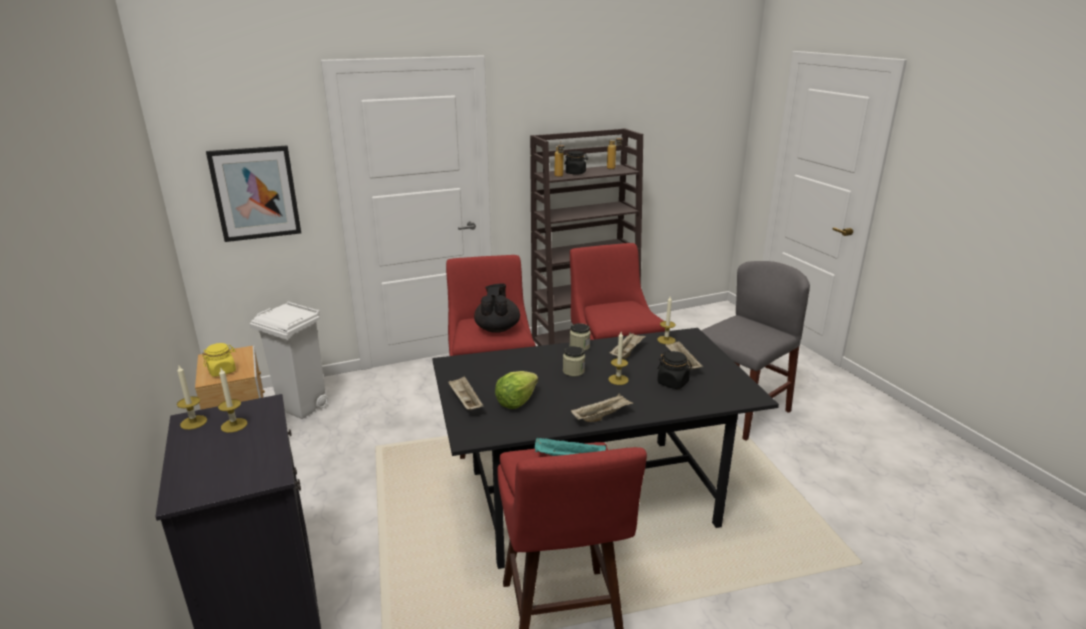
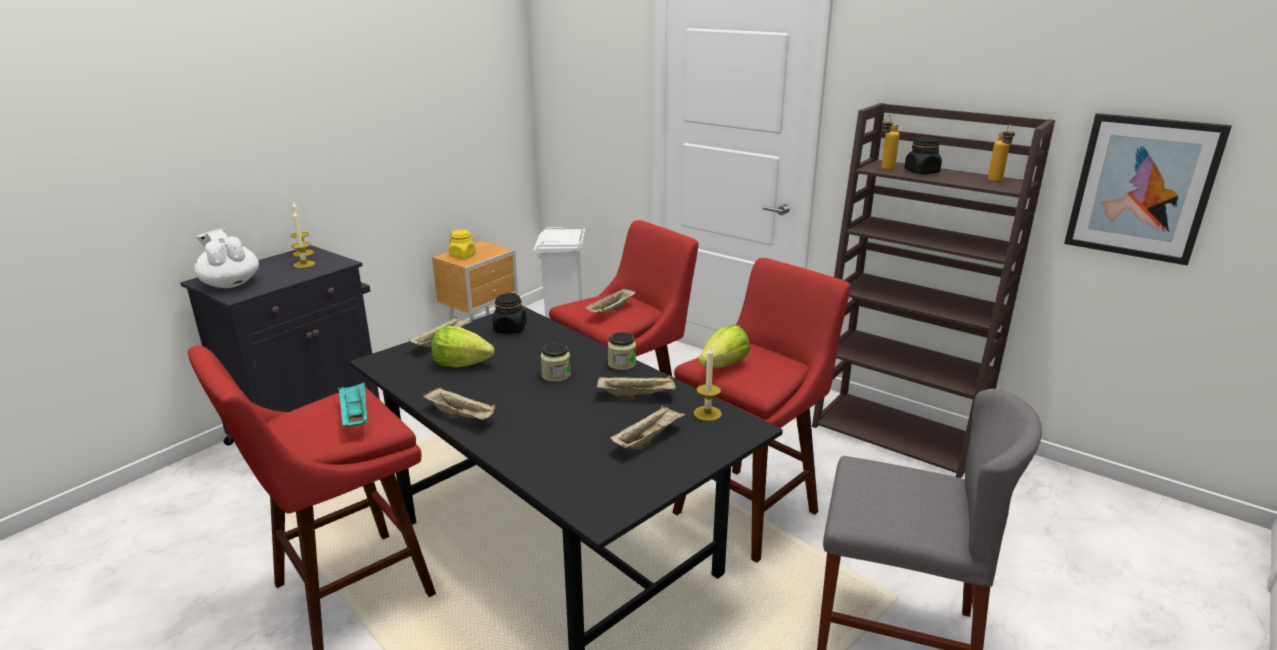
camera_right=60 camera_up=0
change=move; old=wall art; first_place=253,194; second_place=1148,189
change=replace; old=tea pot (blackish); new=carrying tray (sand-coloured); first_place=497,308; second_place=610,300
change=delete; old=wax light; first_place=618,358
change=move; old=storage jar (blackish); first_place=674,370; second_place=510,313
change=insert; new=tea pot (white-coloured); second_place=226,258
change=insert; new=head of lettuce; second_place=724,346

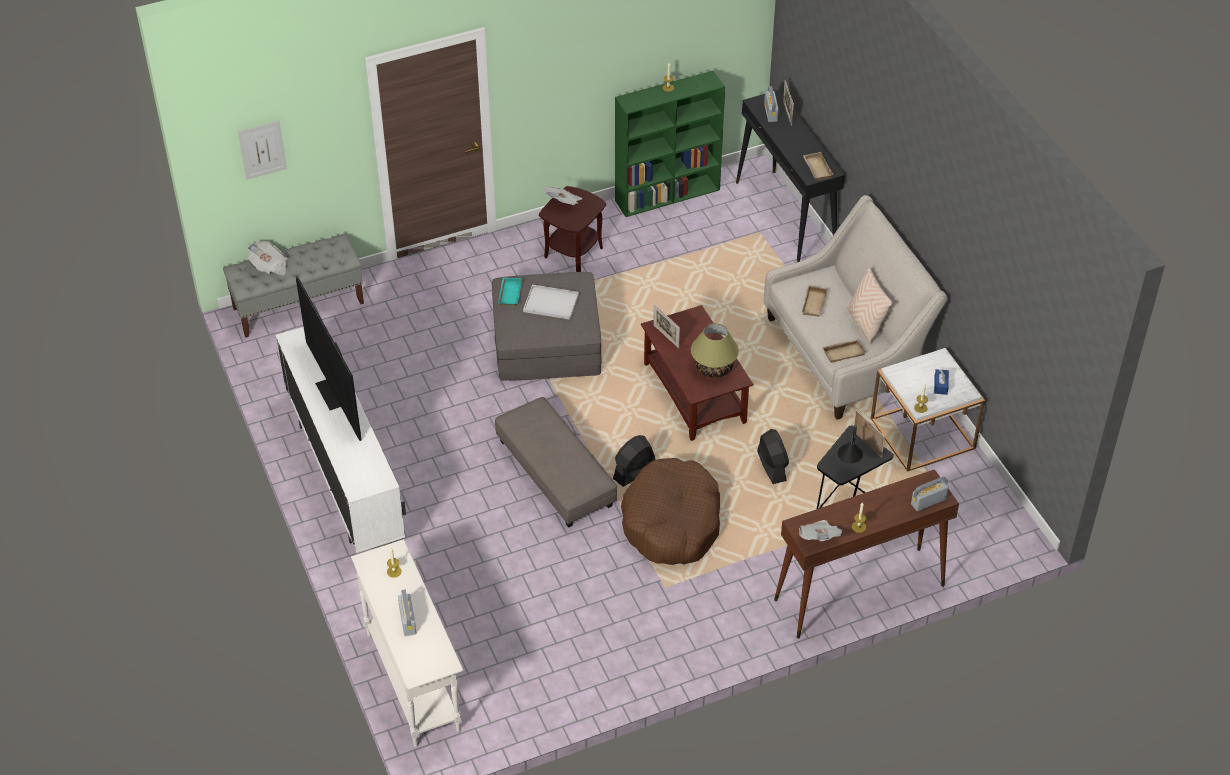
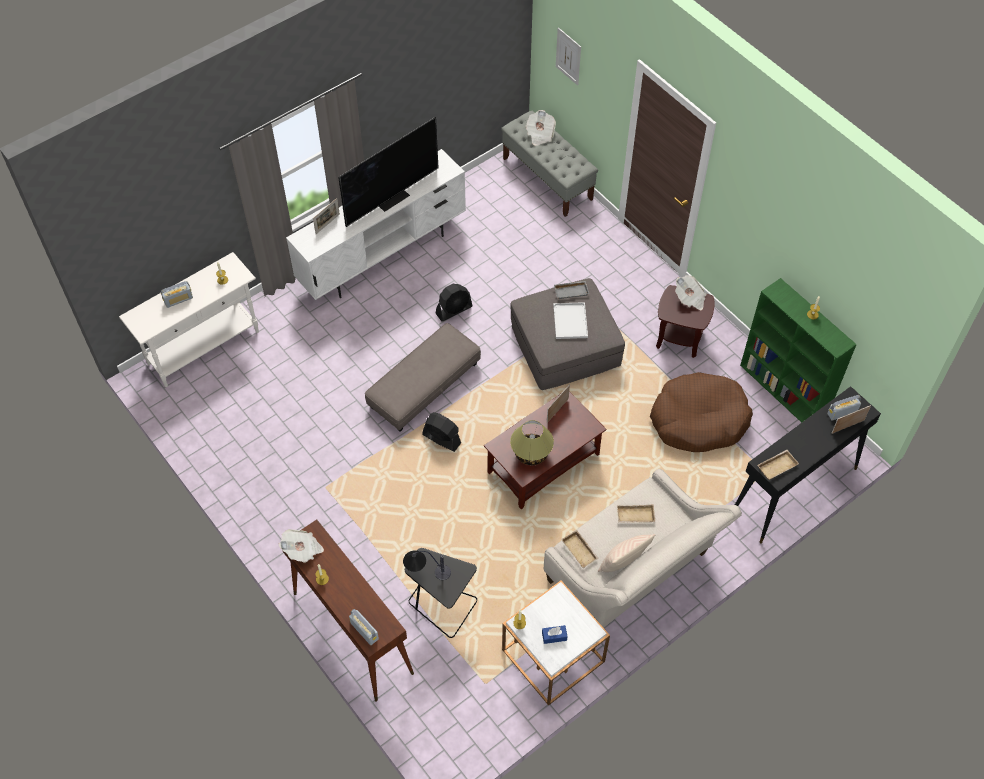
camera_right=75 camera_up=10
change=recolor; old=carrying tray (turquoise); new=carrying tray (gray); first_place=510,292; second_place=571,290
change=move; old=dog bed (brownish); first_place=670,511; second_place=701,412
change=move; old=fan (blackish); first_place=773,456; second_place=454,303
change=move; old=picture frame; first_place=869,434; second_place=326,216

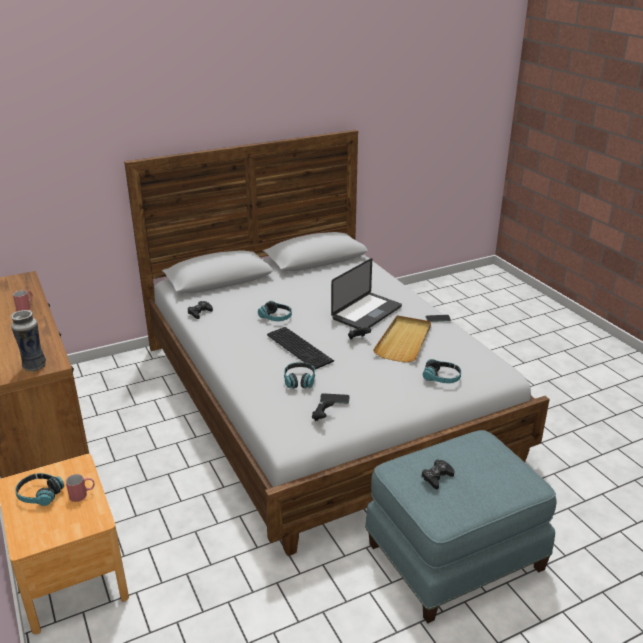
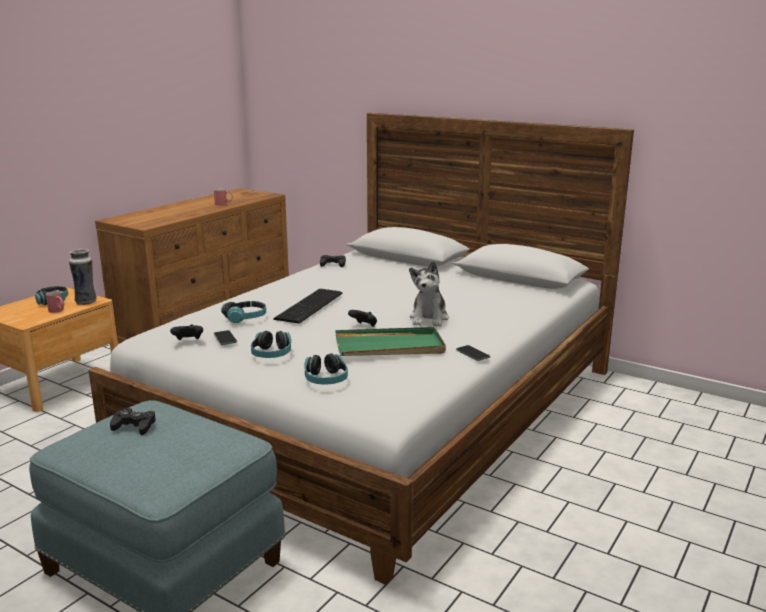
camera_right=60 camera_up=-10
change=move; old=decorative vase; first_place=28,341; second_place=83,277
change=move; old=pair of headphones; first_place=275,311; second_place=271,344
change=replace; old=notebook computer; new=cuddly toy; first_place=366,293; second_place=429,294
change=recolor; old=carrying tray (sand-coloured); new=carrying tray (green); first_place=402,338; second_place=390,341

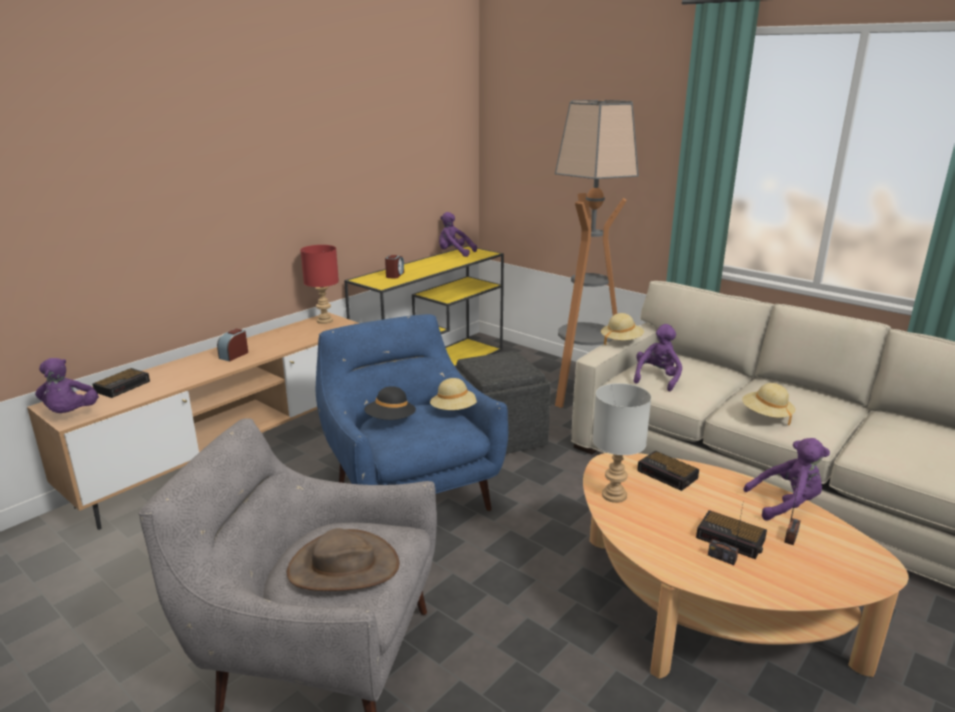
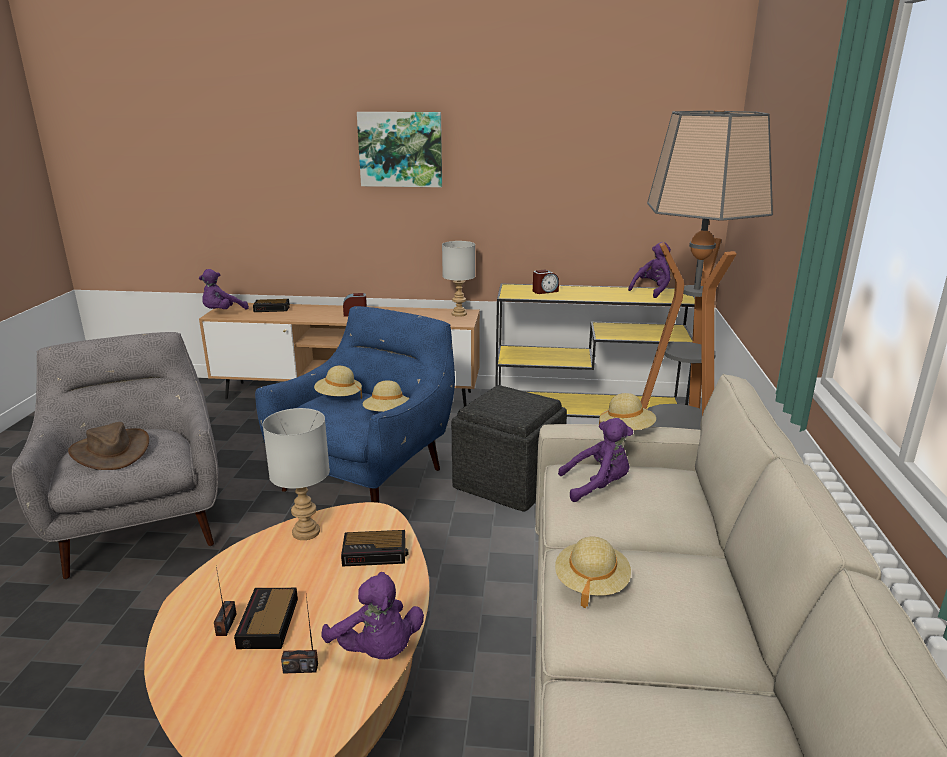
camera_right=55 camera_up=0
change=recolor; old=tabletop lamp (red); new=tabletop lamp (gray); first_place=320,284; second_place=458,279
change=recolor; old=wearable hat (blackish); new=wearable hat (sand-coloured); first_place=390,403; second_place=338,382
change=rotate; old=cuddly toy (purple-coloured); first_place=458,234; second_place=649,270; degrees=60
change=rotate; old=bedside clock; first_place=668,471; second_place=374,548; degrees=-105
change=insert; new=wall art; second_place=399,149

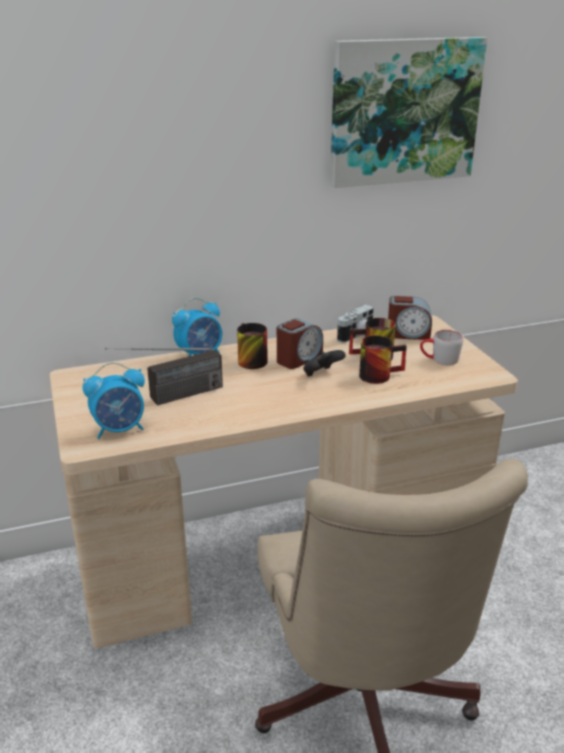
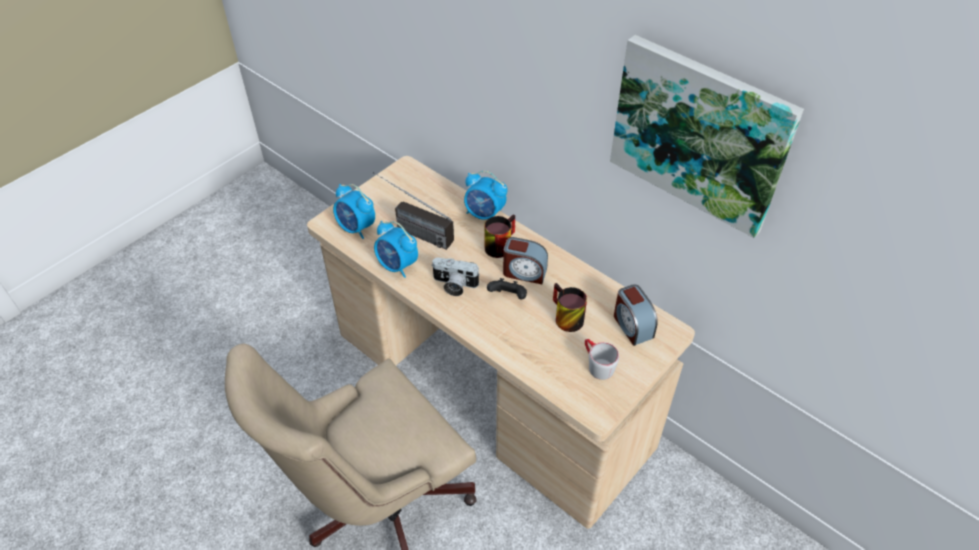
camera_right=60 camera_up=20
change=move; old=photo camera; first_place=355,324; second_place=455,276
change=delete; old=mug; first_place=383,360
change=insert; new=bedside clock; second_place=396,249

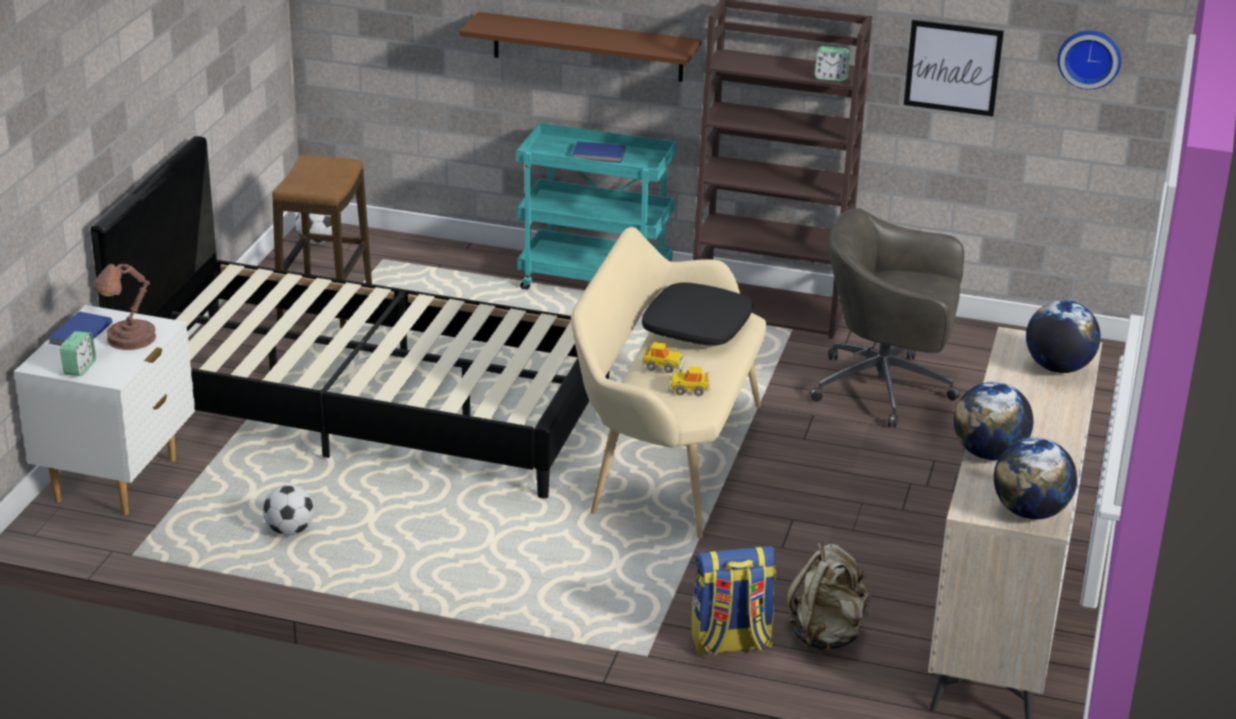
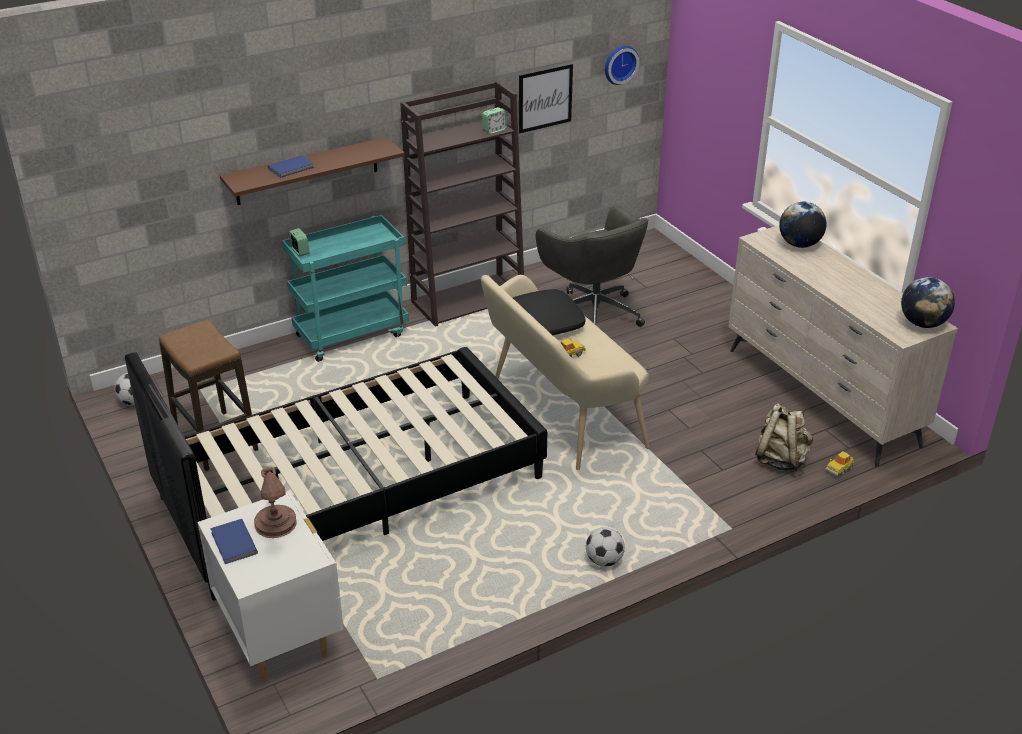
camera_right=-45 camera_up=5
change=move; old=bedside clock; first_place=78,353; second_place=299,242
change=move; old=football ball; first_place=288,509; second_place=605,547
change=move; old=book (bluish); first_place=599,152; second_place=291,166
change=move; old=toy car; first_place=689,381; second_place=839,463
change=delete; old=knapsack; first_place=734,600
change=rotate; old=desk chair (gray); first_place=887,317; second_place=592,266; degrees=-90
change=delete; old=globe; first_place=993,421

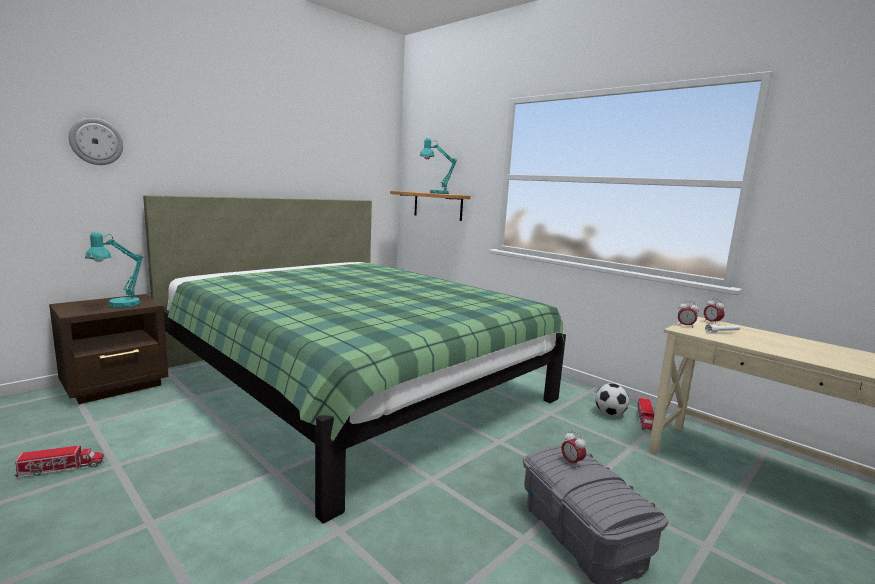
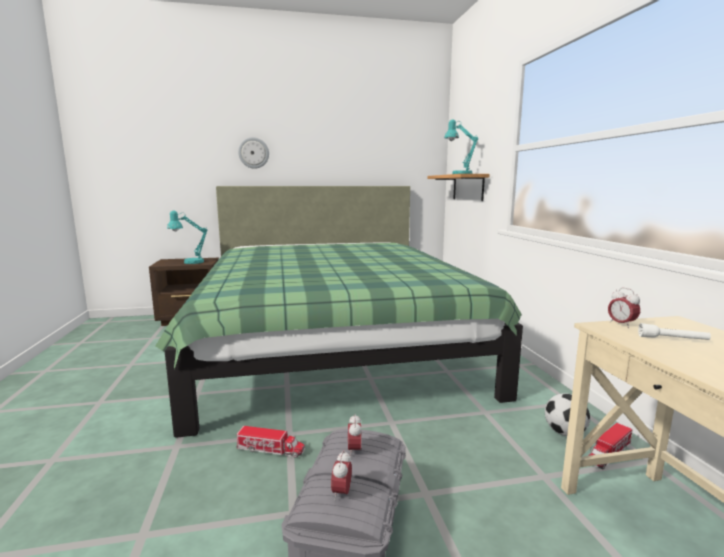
camera_right=35 camera_up=0
change=move; old=toy truck; first_place=59,461; second_place=270,442
change=move; old=wall clock; first_place=96,141; second_place=253,153
change=move; old=bedside clock; first_place=714,310; second_place=341,475

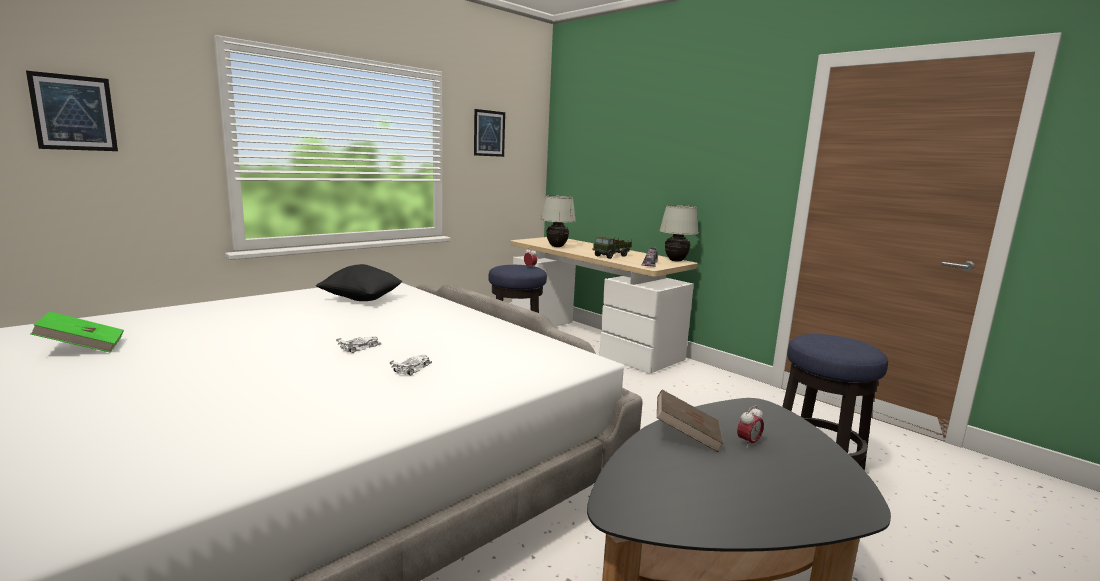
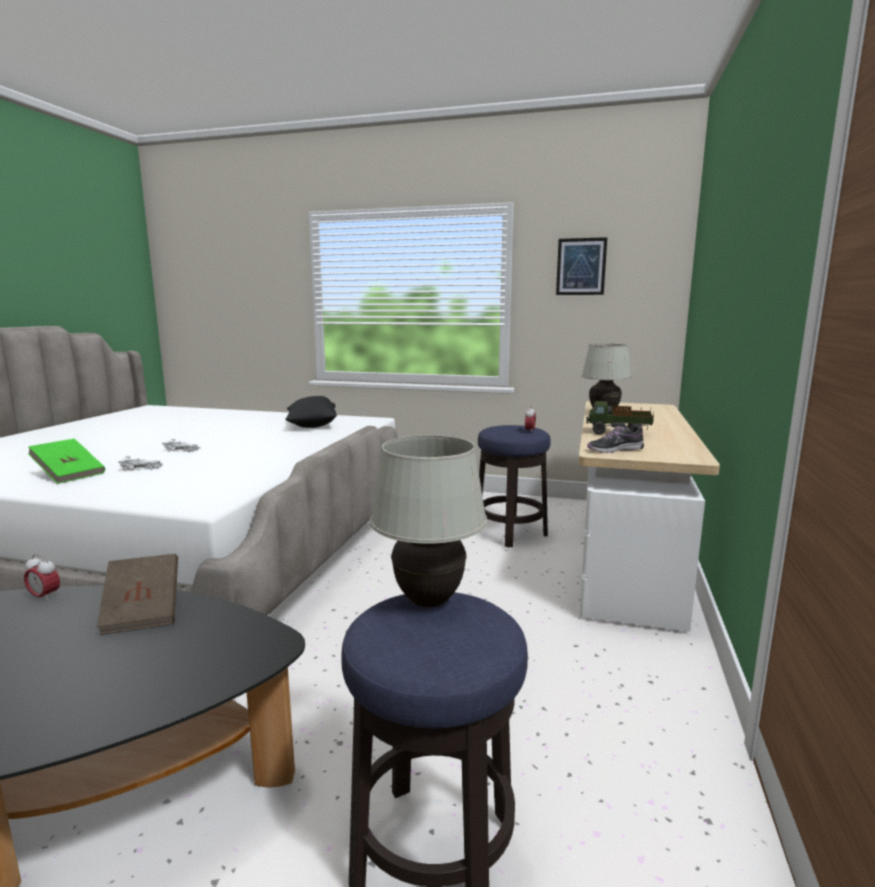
camera_right=60 camera_up=0
change=delete; old=wall art; first_place=72,111
change=move; old=book (green); first_place=77,332; second_place=66,461
change=move; old=tabletop lamp (white-coloured); first_place=679,233; second_place=428,521
change=move; old=bedside clock; first_place=750,427; second_place=42,578

